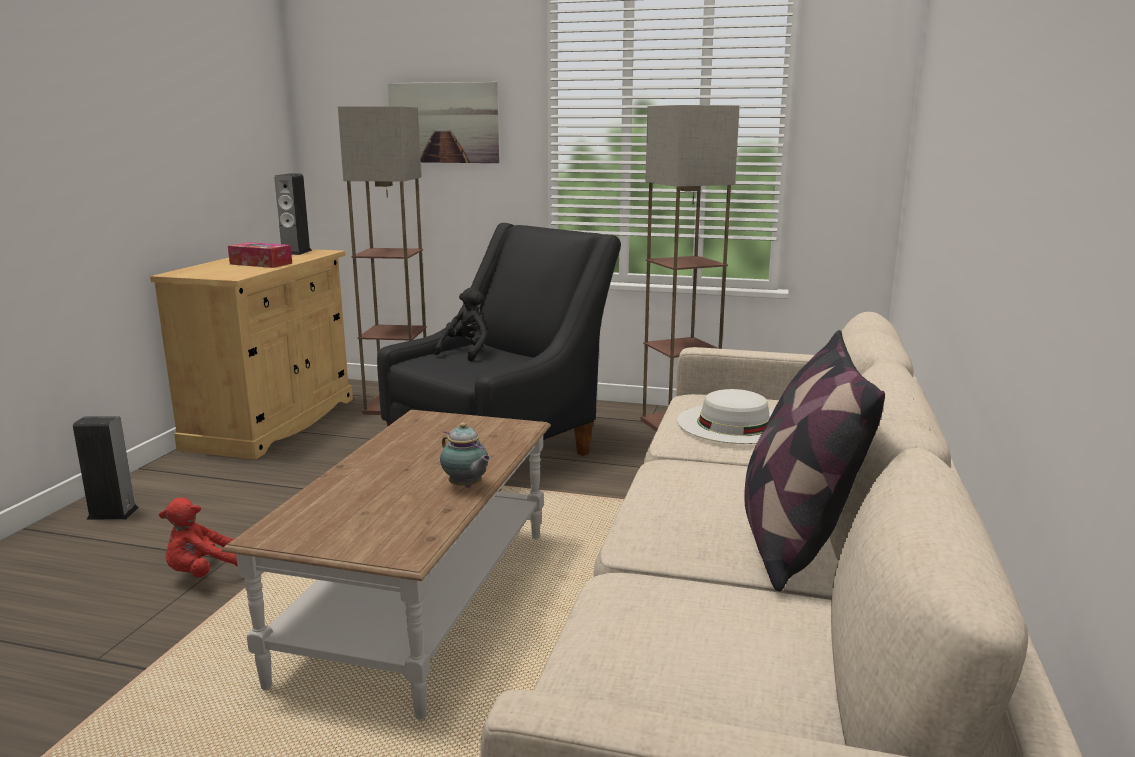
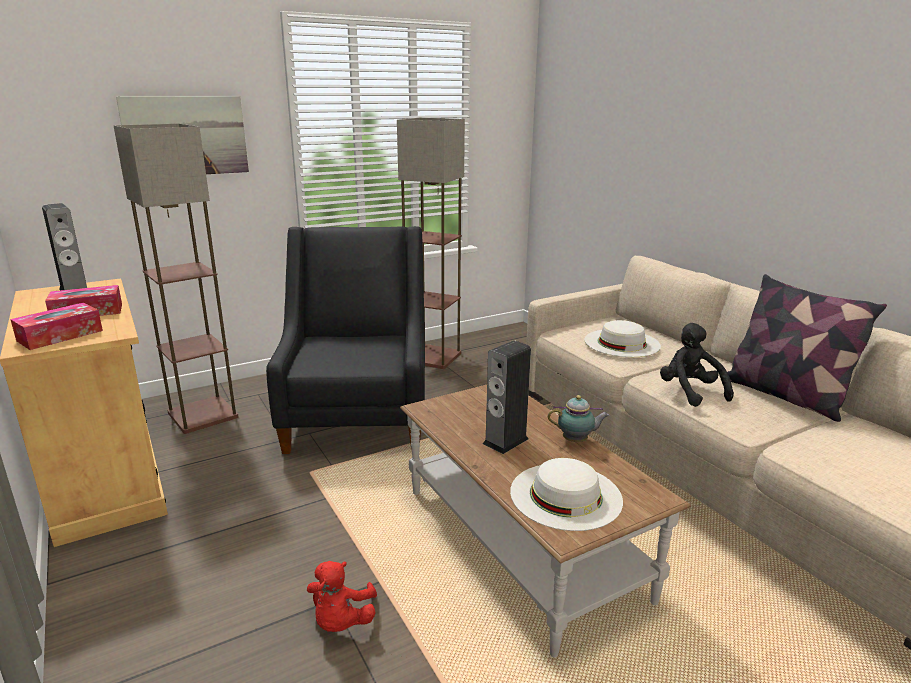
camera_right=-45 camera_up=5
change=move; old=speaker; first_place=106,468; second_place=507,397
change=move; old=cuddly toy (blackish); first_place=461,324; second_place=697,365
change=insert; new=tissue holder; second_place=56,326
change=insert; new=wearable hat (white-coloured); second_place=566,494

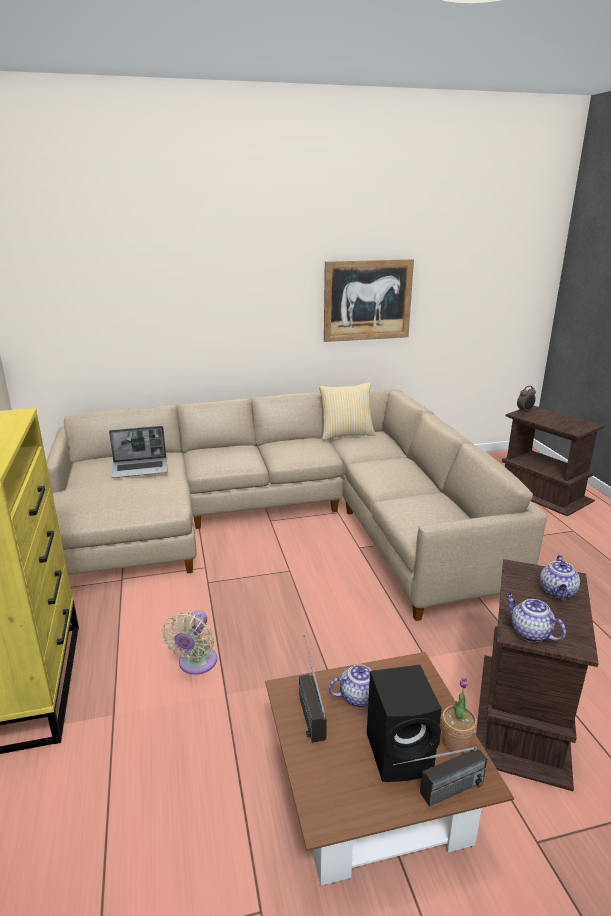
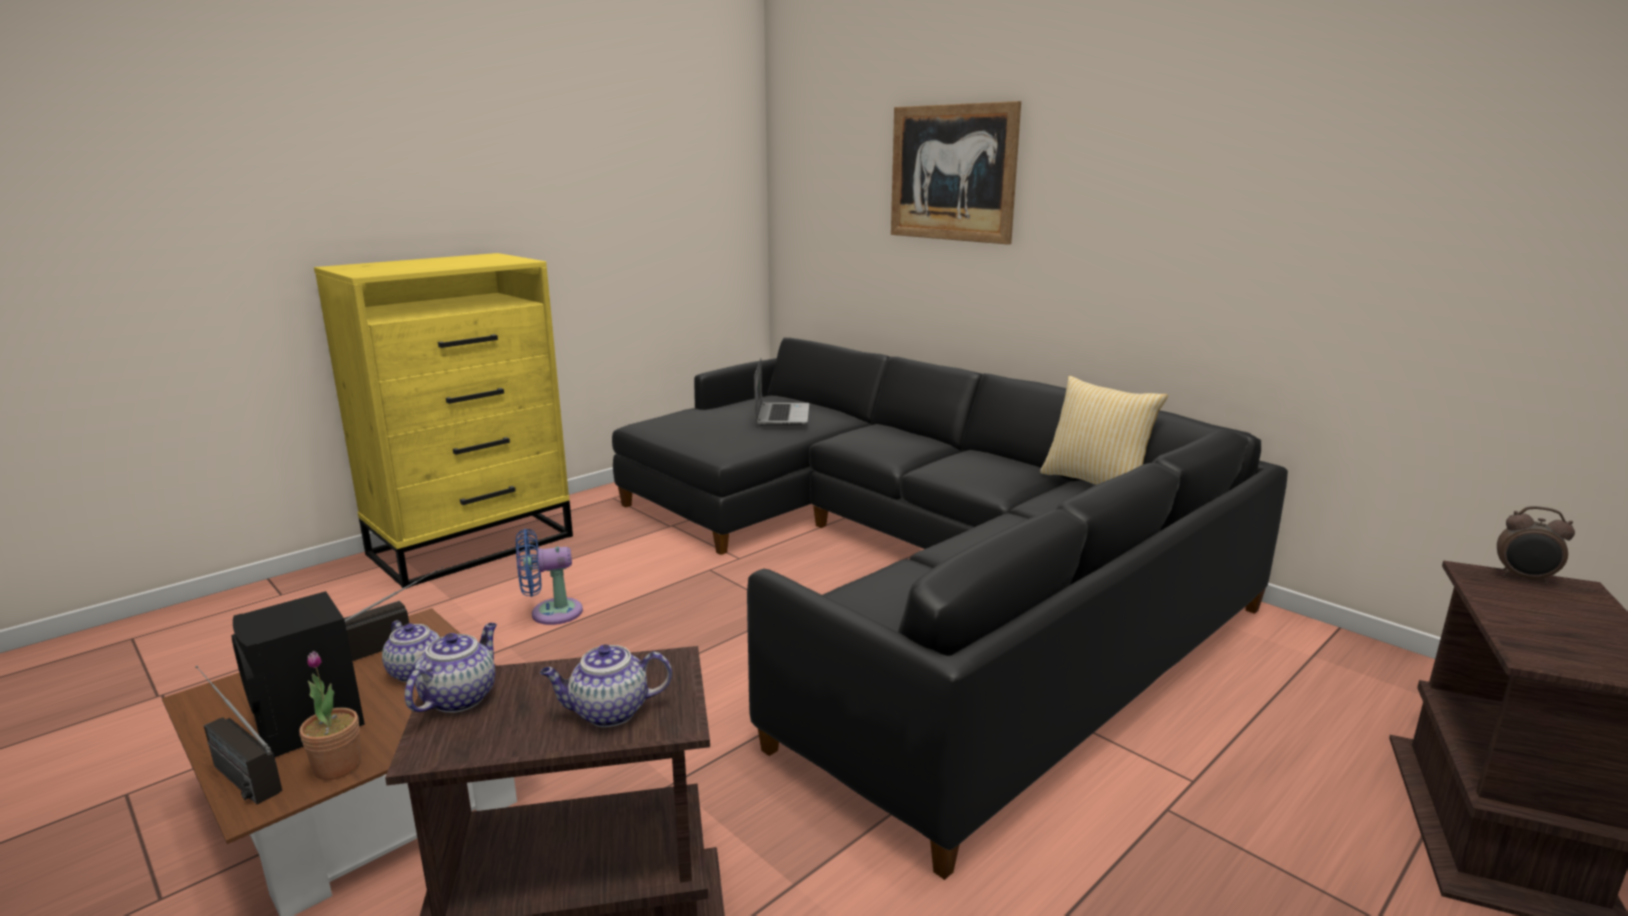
camera_right=60 camera_up=-5
change=recolor; old=couch (sand-coloured); new=couch (blackish); first_place=296,505; second_place=950,609
change=rotate; old=notebook computer; first_place=138,452; second_place=781,392; degrees=-135
change=recolor; old=fan (sand-coloured); new=fan (bluish); first_place=189,642; second_place=549,577
change=move; old=wall art; first_place=369,300; second_place=956,173

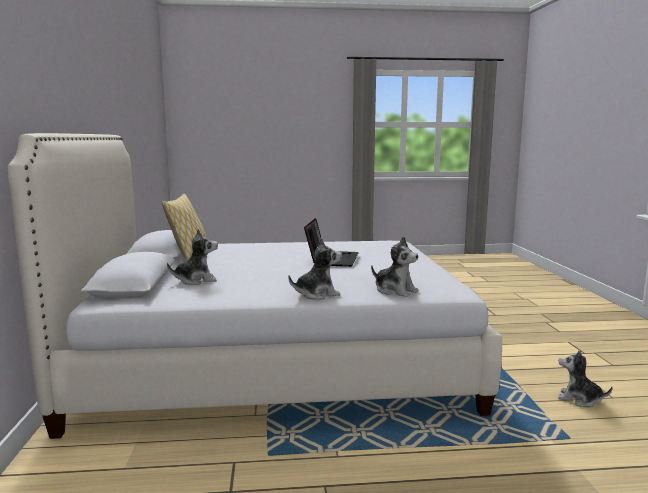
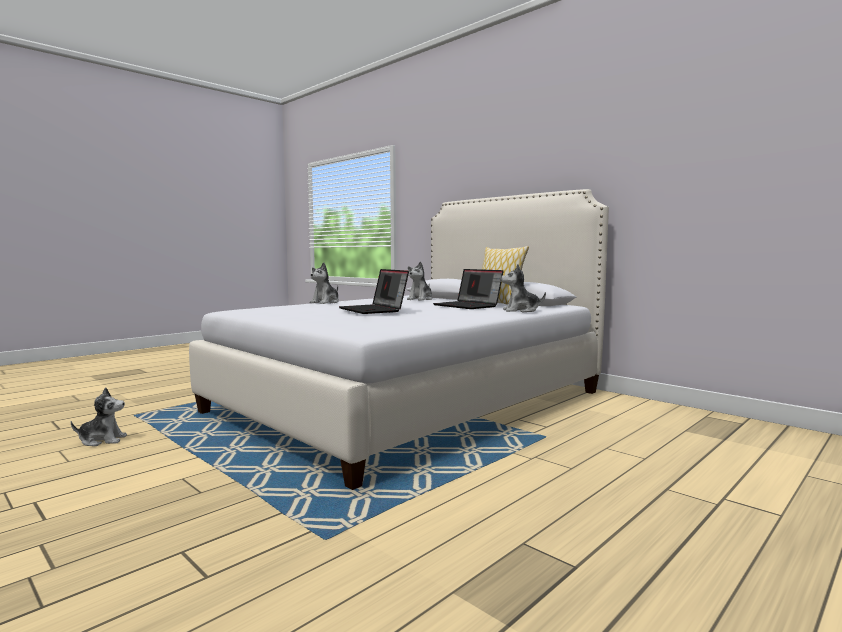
camera_right=140 camera_up=-5
change=move; old=cuddly toy; first_place=395,266; second_place=523,288
change=insert; new=notebook computer; second_place=468,289

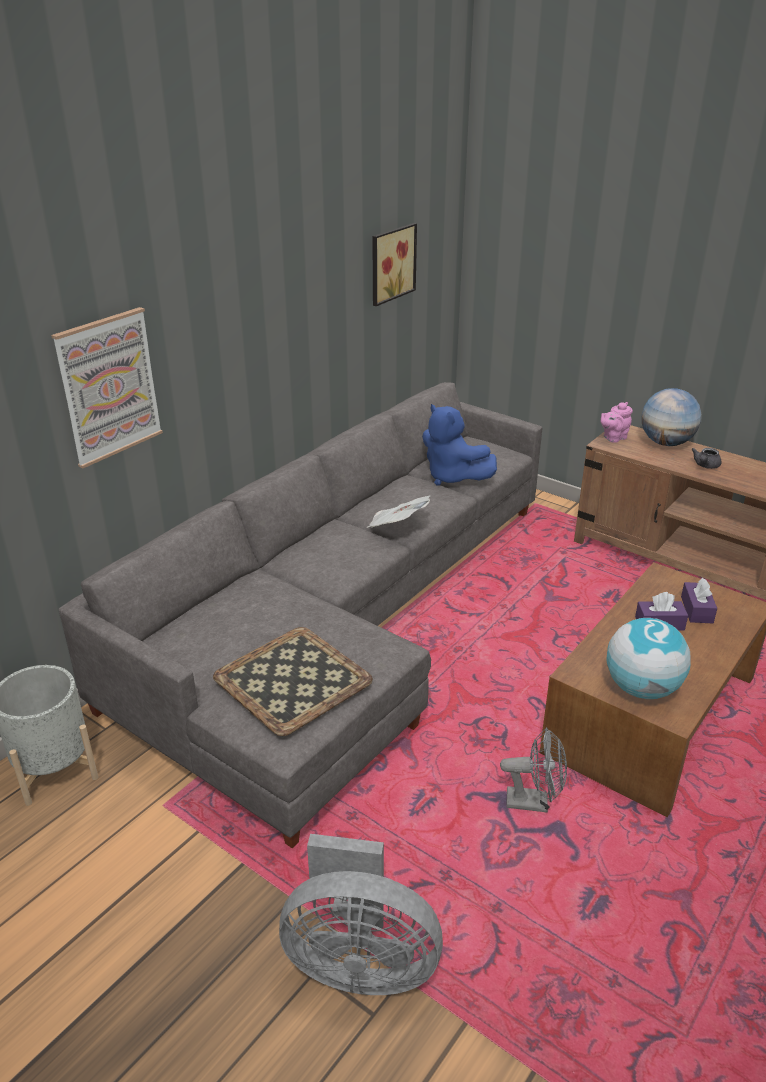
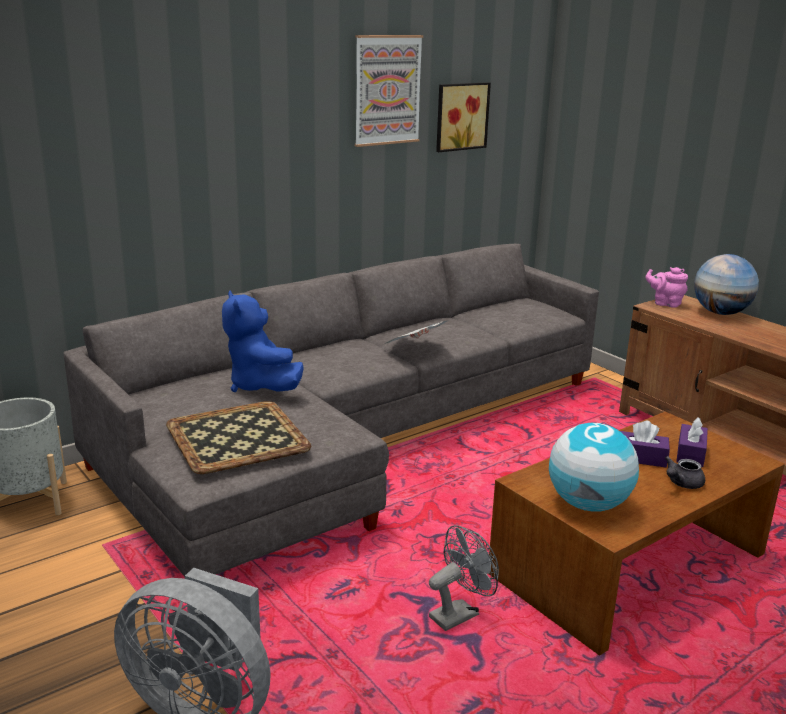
camera_right=15 camera_up=-10
change=move; old=wall art; first_place=107,387; second_place=389,91
change=move; old=cuddly toy (bluish); first_place=459,445; second_place=263,341
change=rotate; old=fan (gray); first_place=533,770; second_place=464,578; degrees=-60
change=rotate; old=tea pot (pink); first_place=617,422; second_place=667,287; degrees=45
change=move; old=tea pot (gray); first_place=706,458; second_place=685,472

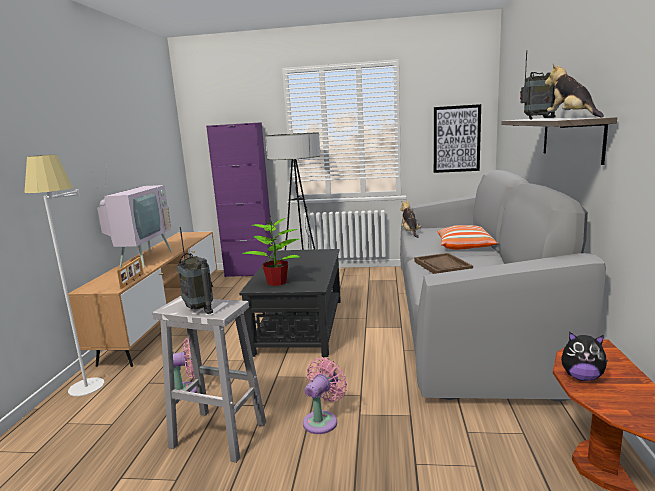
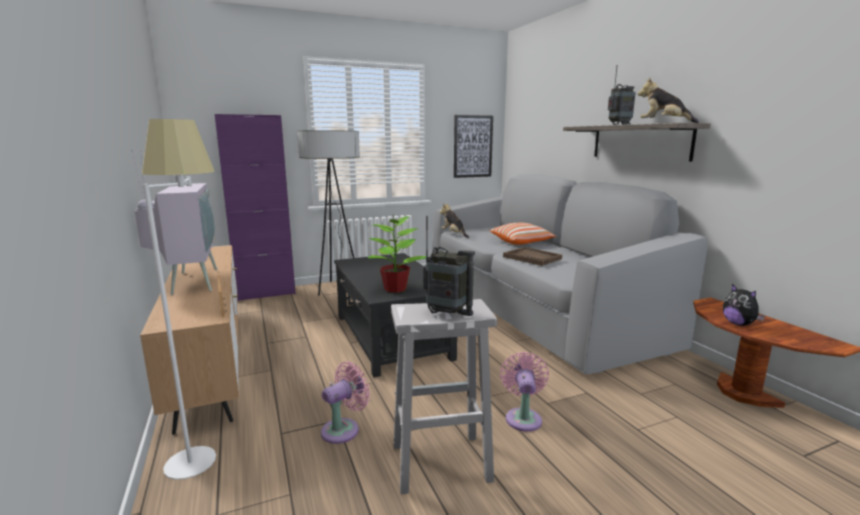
camera_right=-30 camera_up=0
change=rotate; old=cuddly toy; first_place=584,356; second_place=744,305; degrees=75

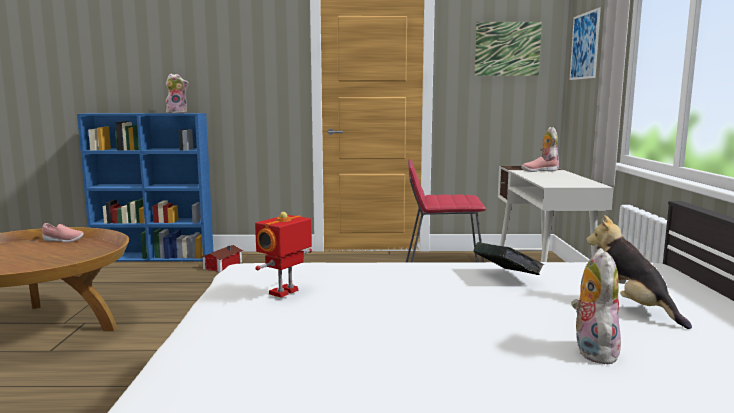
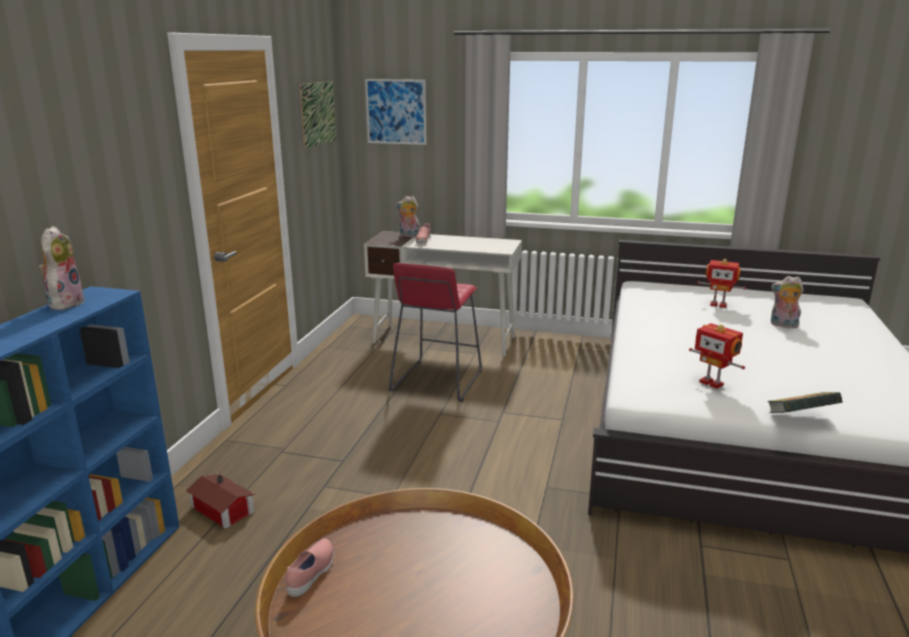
camera_right=-75 camera_up=10
change=move; old=book; first_place=508,258; second_place=805,402
change=replace; old=cuddly toy; new=robot figure; first_place=639,272; second_place=721,283

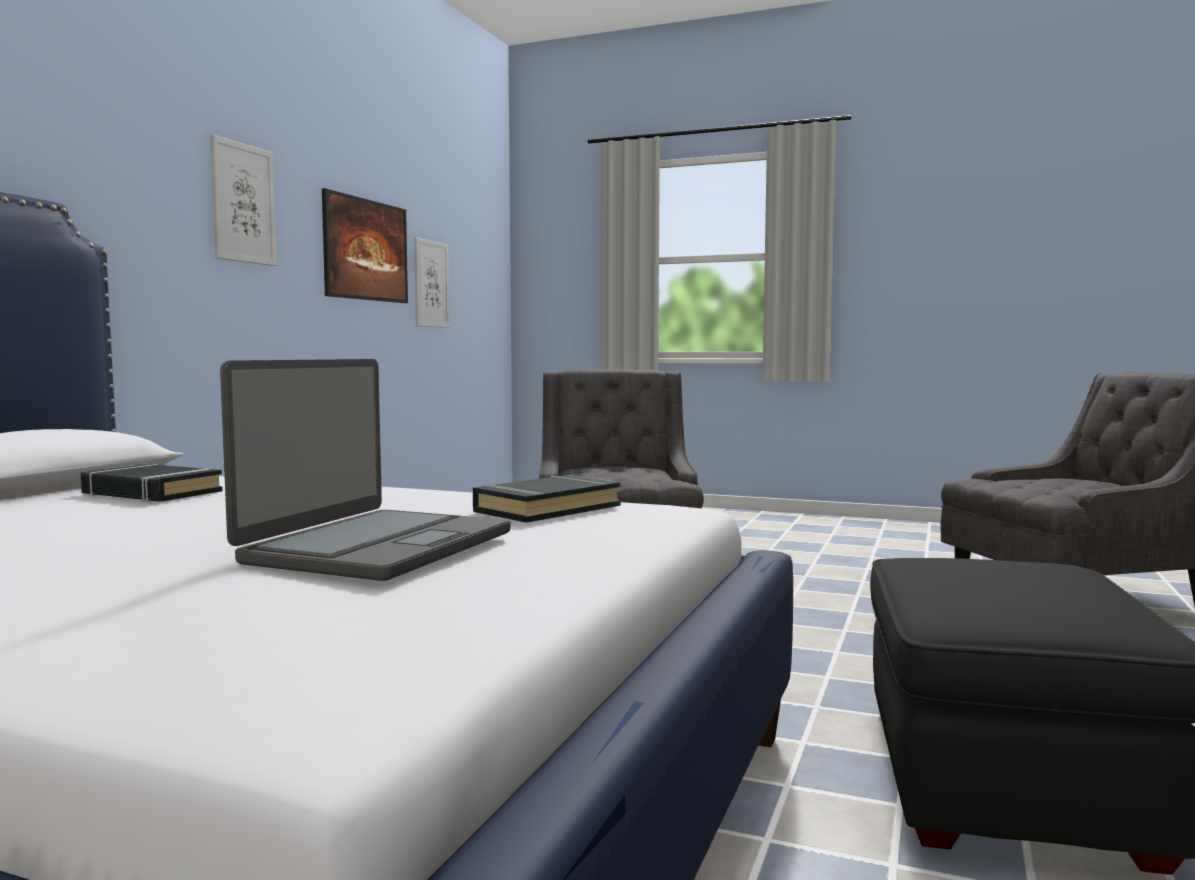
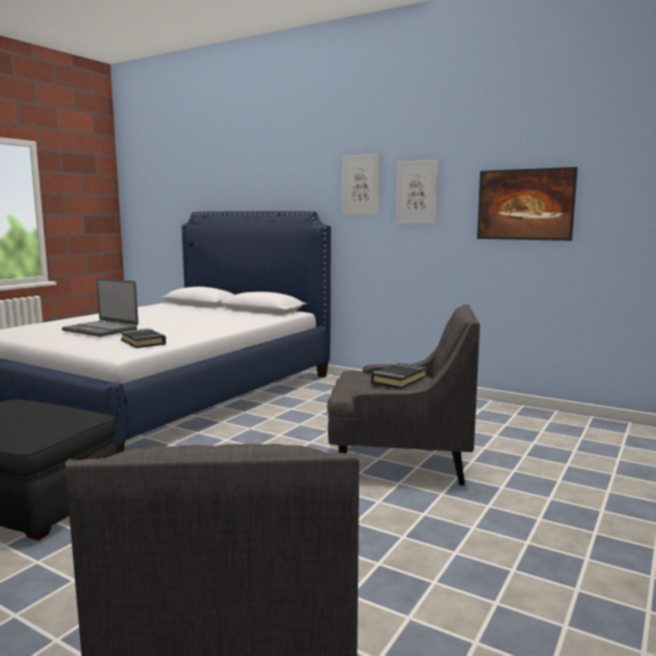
camera_right=100 camera_up=5
change=move; old=book (blackish); first_place=152,483; second_place=399,376
change=move; old=wall art; first_place=431,283; second_place=361,184

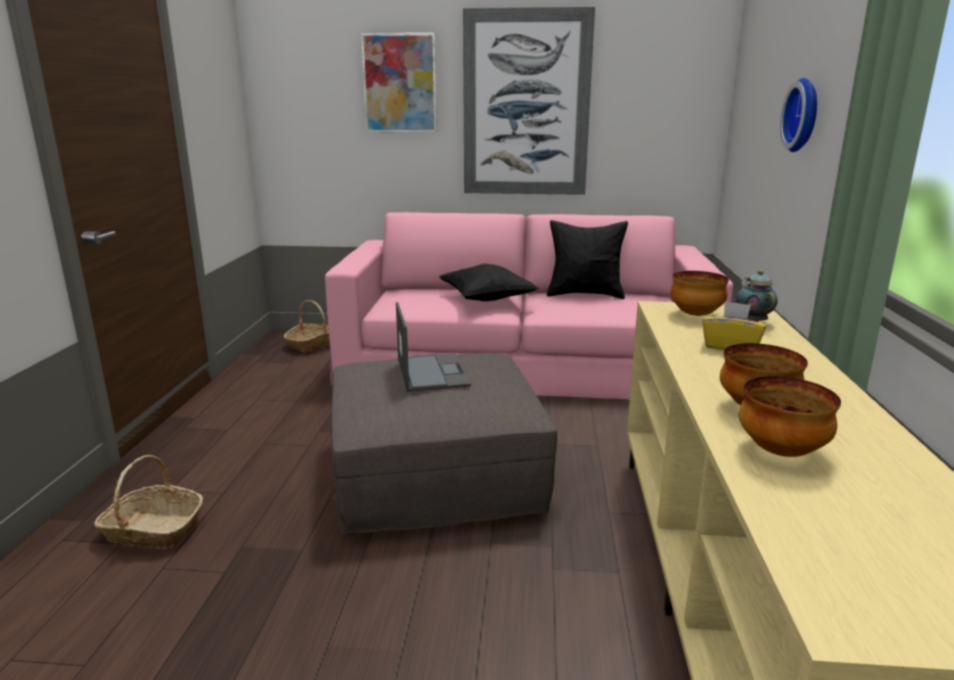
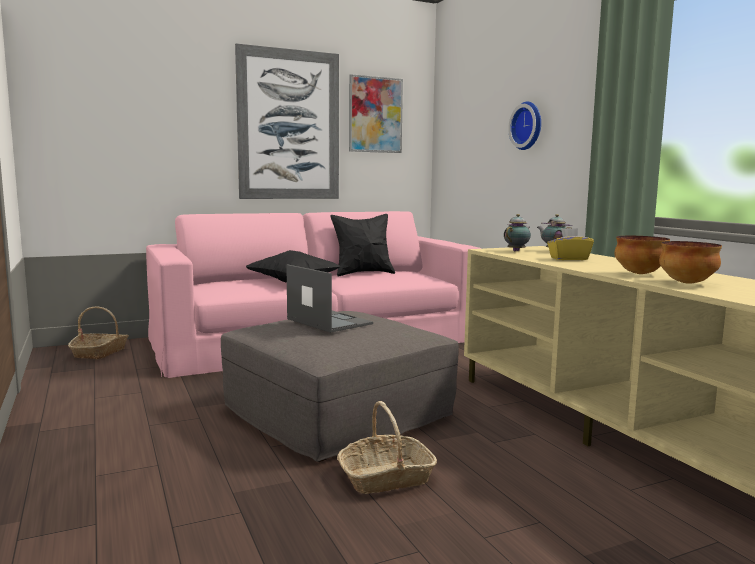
camera_right=-30 camera_up=-10
change=move; old=basket; first_place=148,502; second_place=387,447
change=move; old=wall art; first_place=399,83; second_place=376,113
change=replace; old=bowl; new=tea pot; first_place=699,293; second_place=517,232

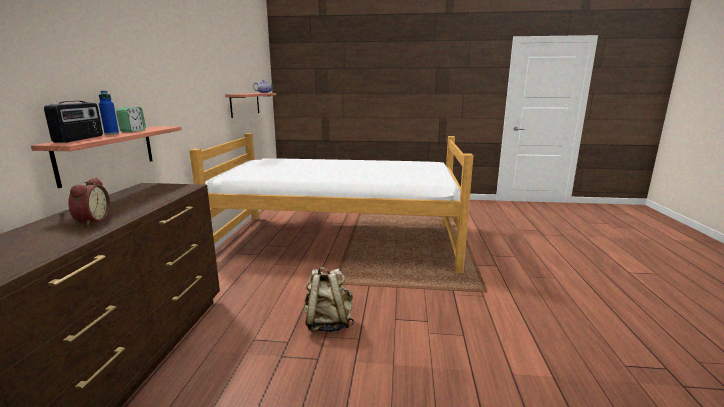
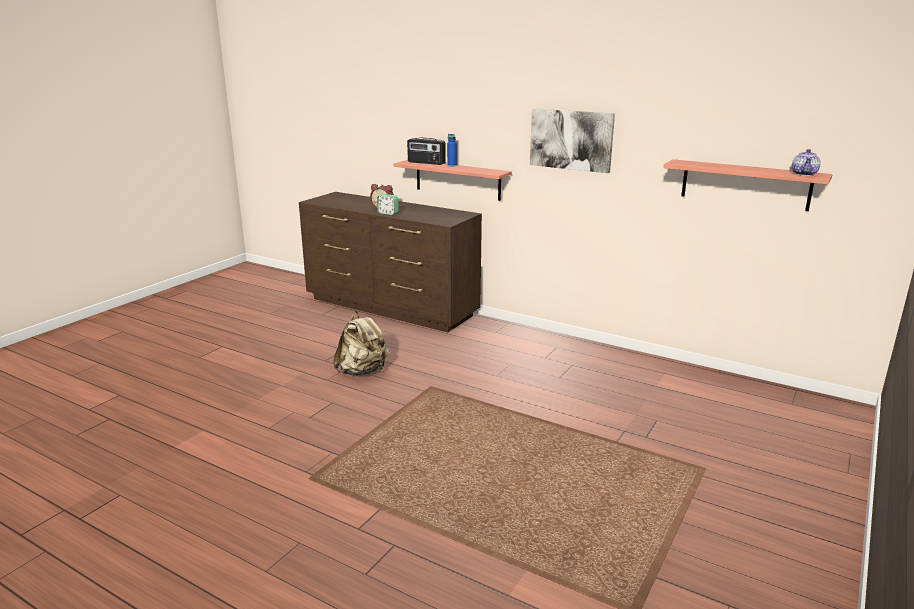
camera_right=115 camera_up=5
change=move; old=bedside clock; first_place=131,119; second_place=388,204
change=delete; old=sleeping bed; first_place=331,203
change=insert; new=wall art; second_place=572,140

